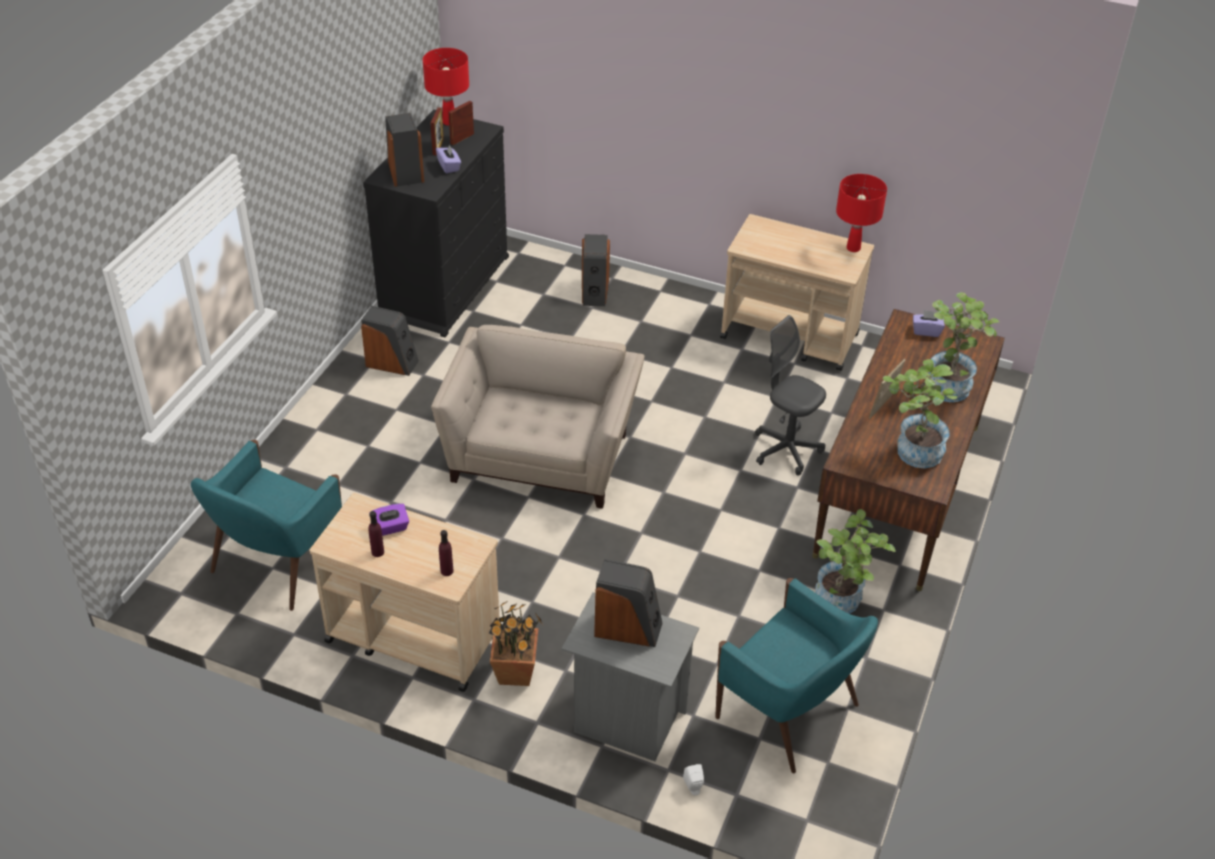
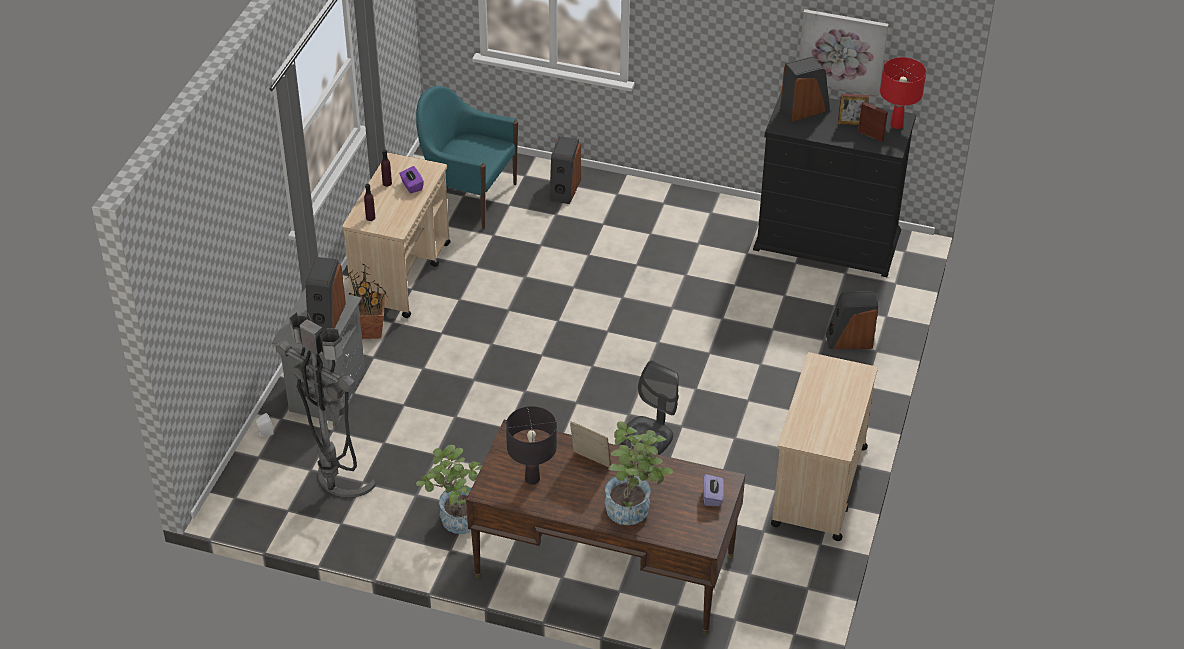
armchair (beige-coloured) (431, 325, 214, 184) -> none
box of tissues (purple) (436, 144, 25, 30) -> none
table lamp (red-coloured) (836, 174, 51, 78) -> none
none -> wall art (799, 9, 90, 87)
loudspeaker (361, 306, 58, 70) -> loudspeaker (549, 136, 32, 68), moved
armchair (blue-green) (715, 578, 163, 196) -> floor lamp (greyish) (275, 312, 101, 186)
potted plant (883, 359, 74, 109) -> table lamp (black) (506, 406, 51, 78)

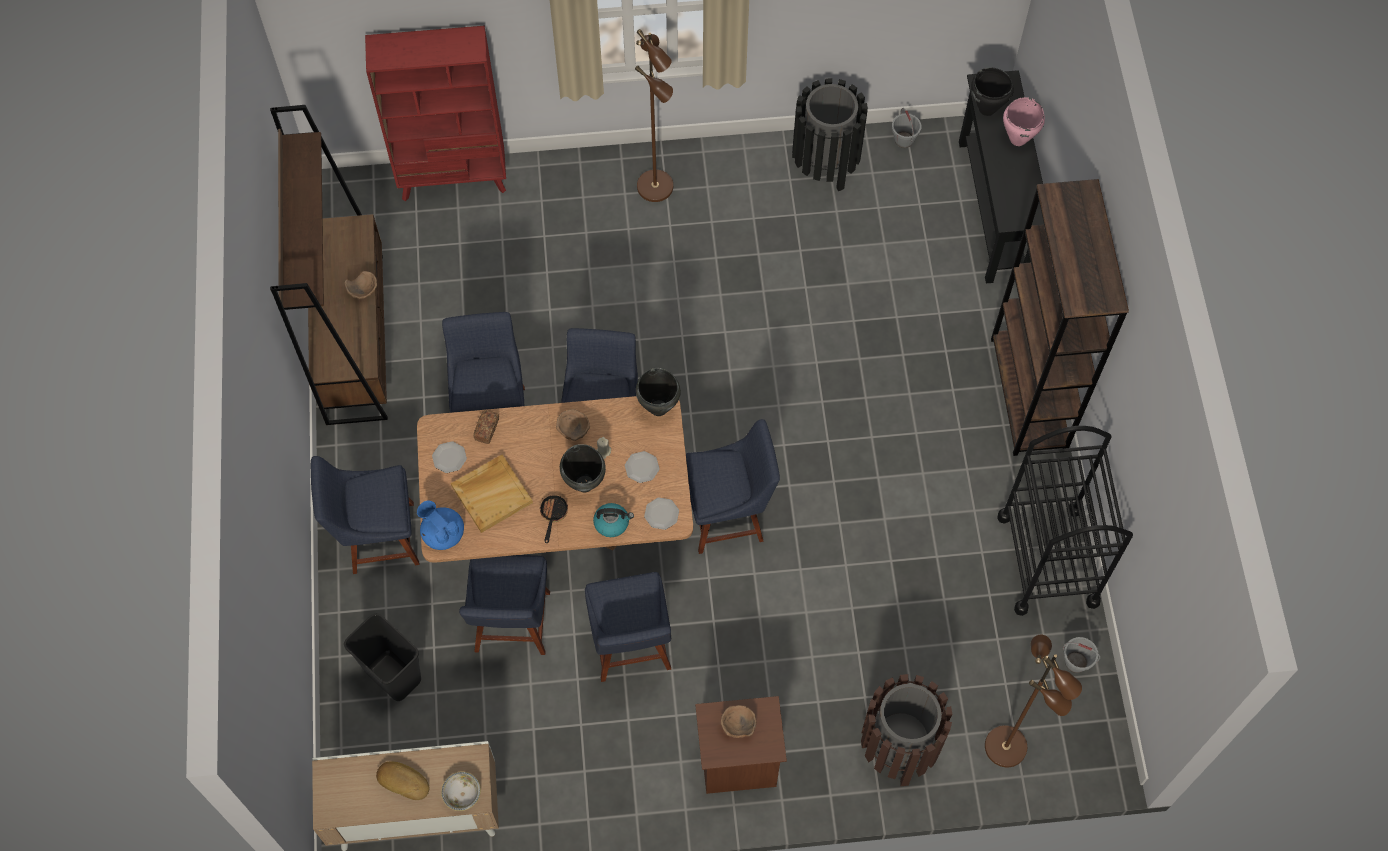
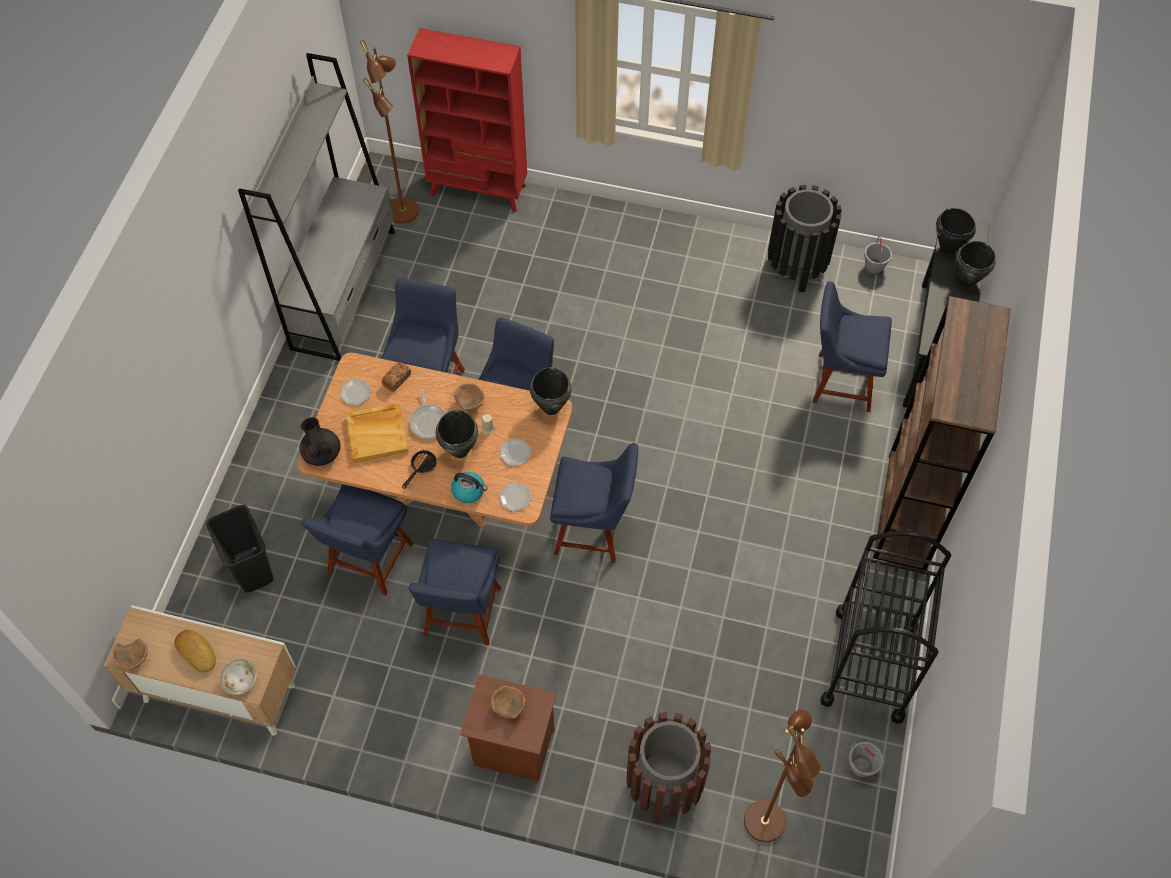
none -> pan (410, 388, 36, 51)
plain chair (blue) (311, 456, 109, 118) -> plain chair (blue) (812, 281, 80, 131), moved
deep dish (brown) (344, 271, 33, 28) -> deep dish (brown) (113, 639, 35, 31), moved
floor lamp (brown) (635, 29, 38, 173) -> floor lamp (brown) (360, 40, 59, 184), moved
shelving unit (brown) (270, 105, 118, 320) -> shelving unit (greyish) (238, 53, 157, 308)
tea pot (blue) (417, 500, 47, 50) -> tea pot (black) (300, 417, 41, 49)
cooking pot (pink) (1003, 97, 42, 49) -> cooking pot (black) (955, 241, 41, 46)

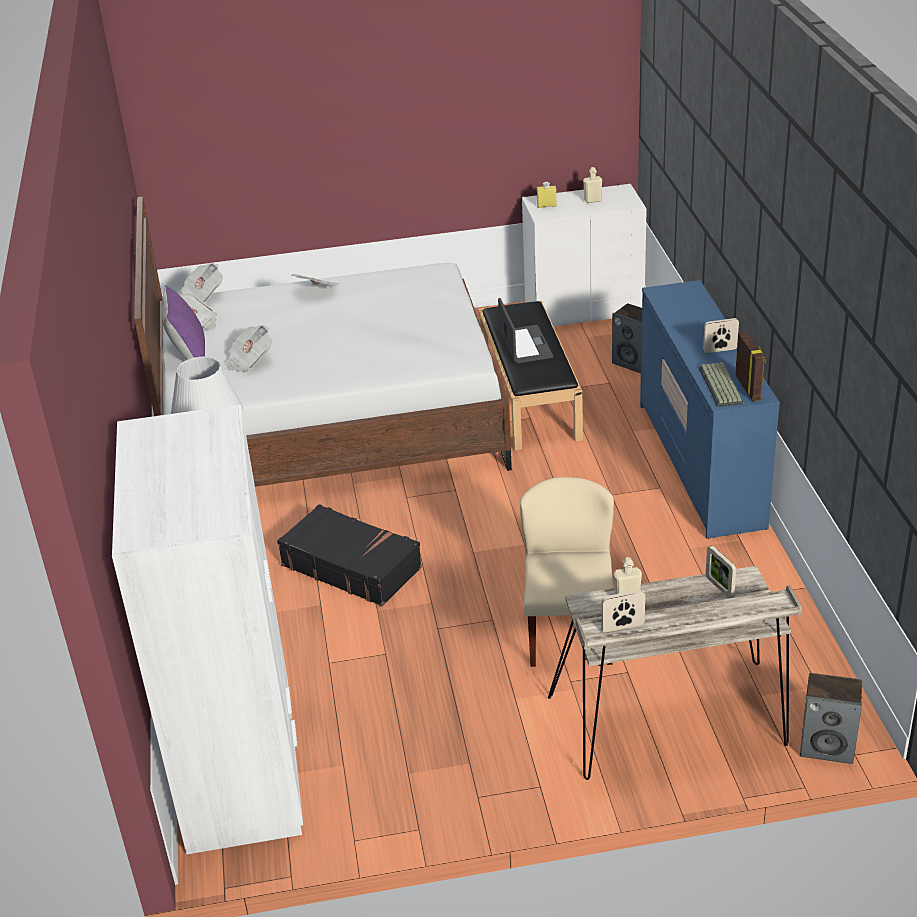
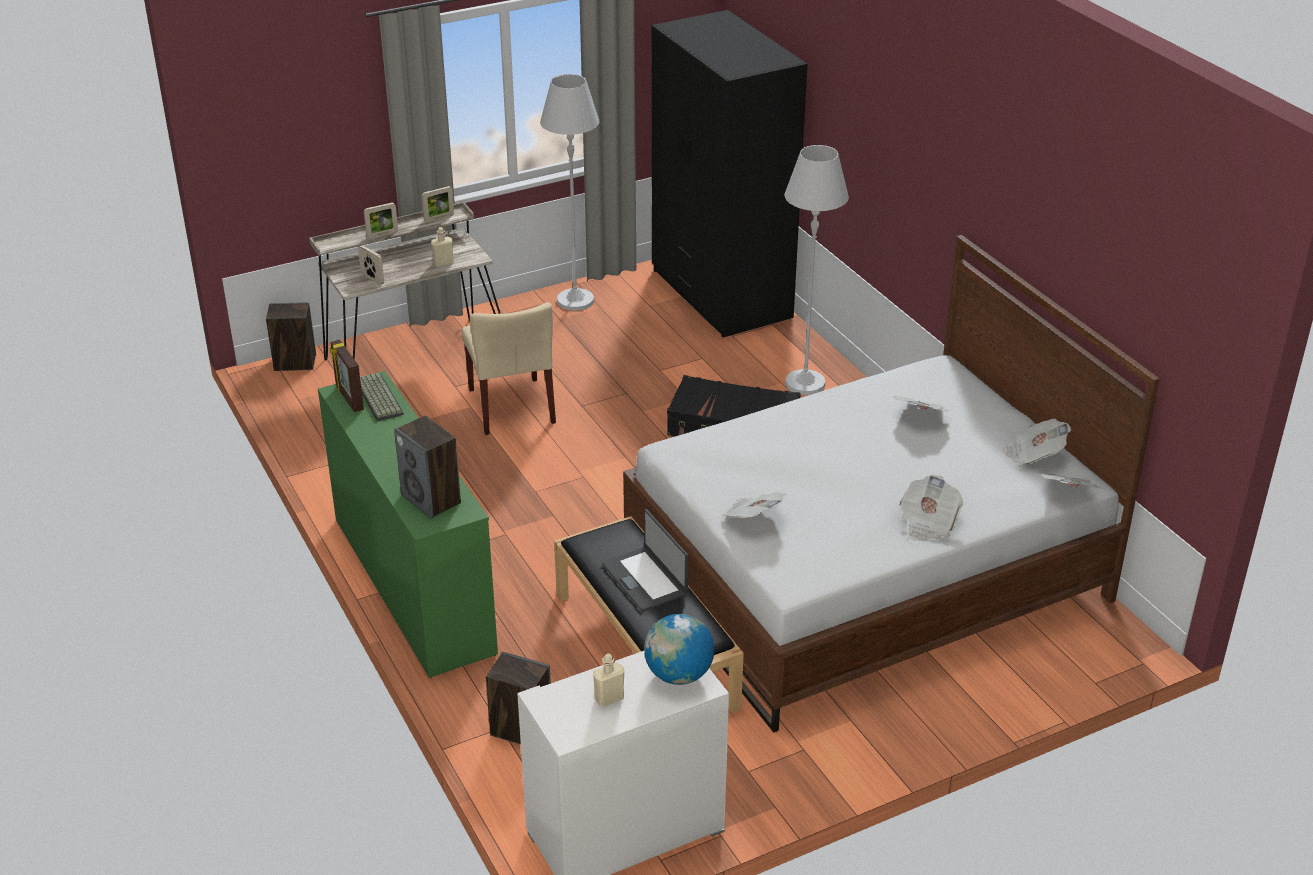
throw pillow (purple) (162, 285, 43, 75) -> none
none -> loudspeaker (394, 416, 67, 102)
none -> floor lamp (whitish) (540, 74, 59, 237)
none -> newspaper (723, 492, 64, 26)
photo frame (703, 318, 36, 35) -> photo frame (364, 202, 34, 37), moved
beverage bottle (yellow) (537, 182, 20, 26) -> globe (644, 614, 70, 71)
wardrobe (whitish) (112, 405, 191, 450) -> wardrobe (black) (652, 10, 155, 328)
dresser (blue) (640, 280, 140, 259) -> dresser (green-coloured) (318, 371, 180, 307)

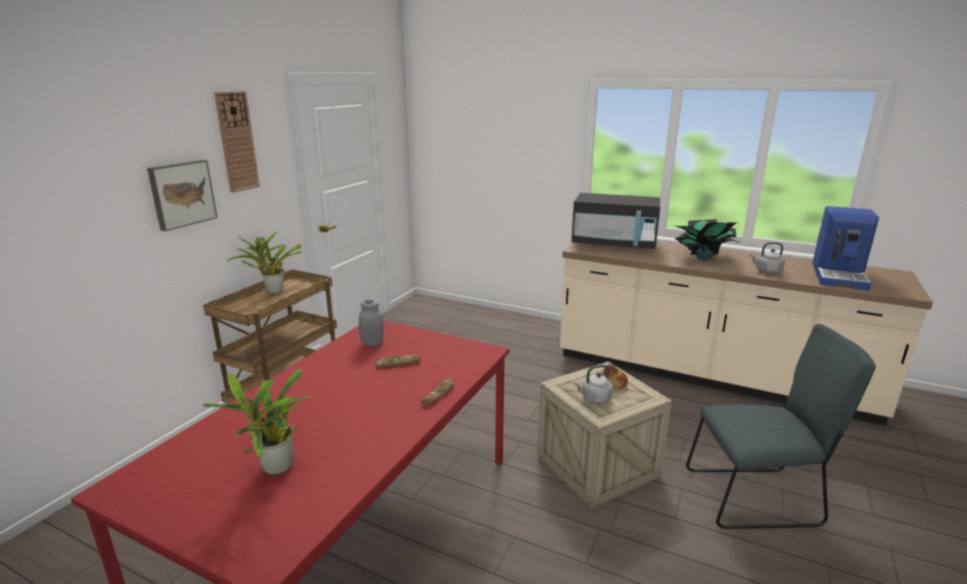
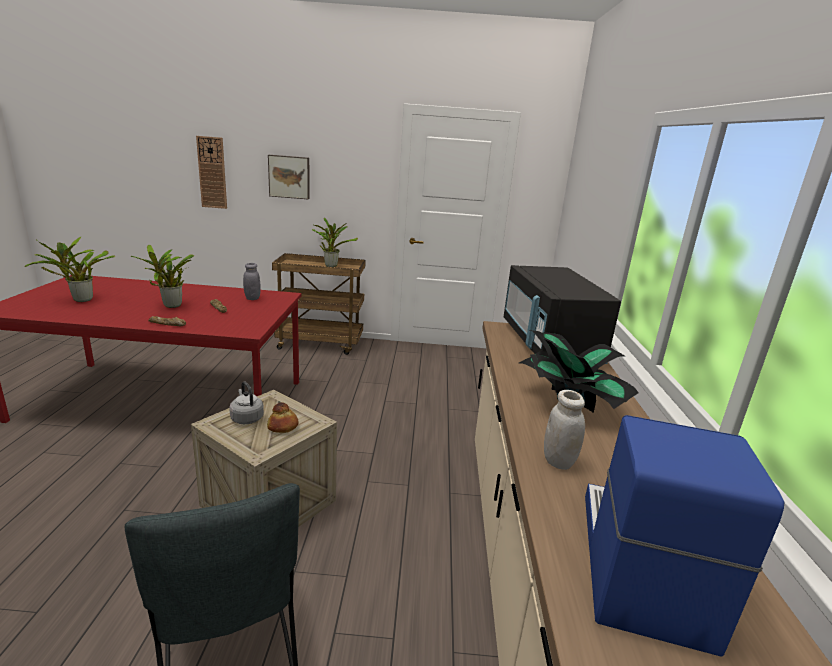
none -> potted plant (131, 245, 63, 63)
clock on the wall (214, 91, 46, 102) -> clock on the wall (196, 136, 31, 73), moved
kettle (greyish) (750, 242, 35, 32) -> storage jar (whitish) (544, 390, 41, 80)
coffee maker (812, 206, 67, 85) -> coffee maker (585, 415, 200, 242), 105 degrees clockwise

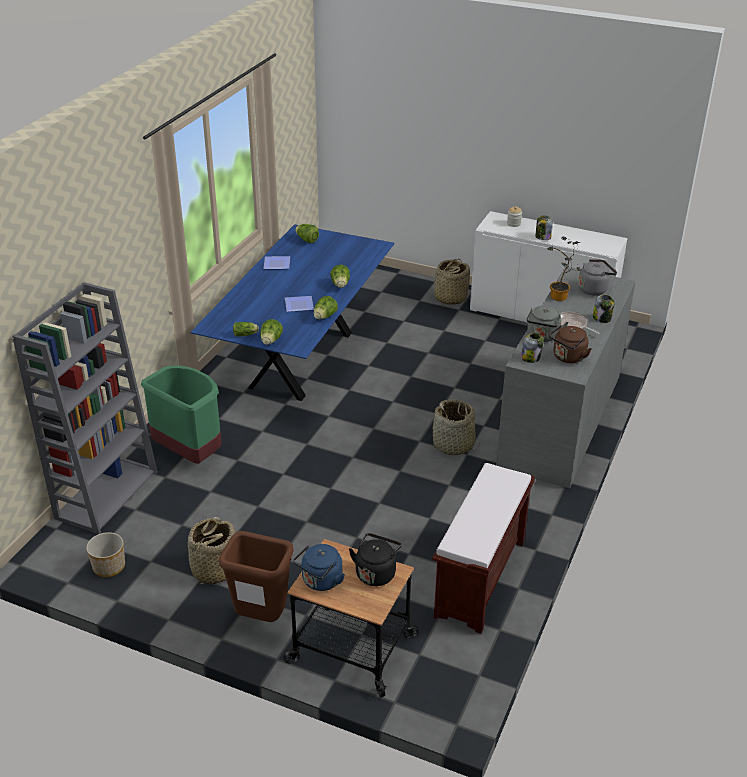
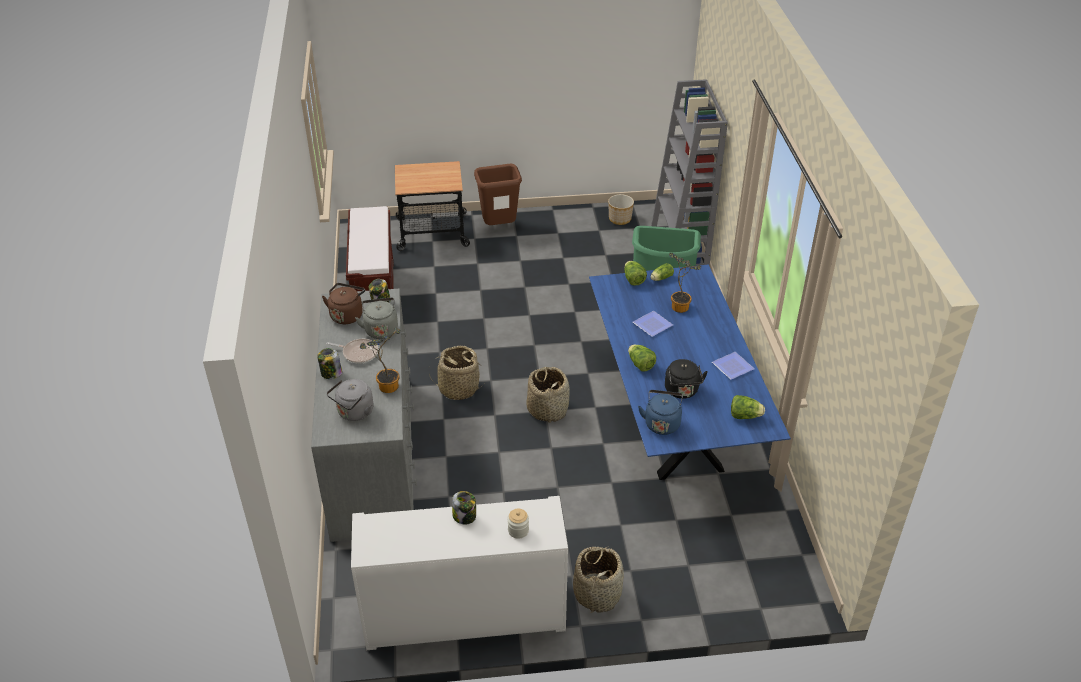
head of lettuce (313, 296, 25, 24) -> none
none -> potted plant (669, 253, 32, 60)
household basket (188, 517, 47, 67) -> household basket (527, 367, 43, 56), moved
kettle (blue) (293, 544, 52, 47) -> kettle (blue) (638, 390, 45, 45), moved
kettle (black) (349, 533, 53, 53) -> kettle (black) (665, 359, 43, 40), moved

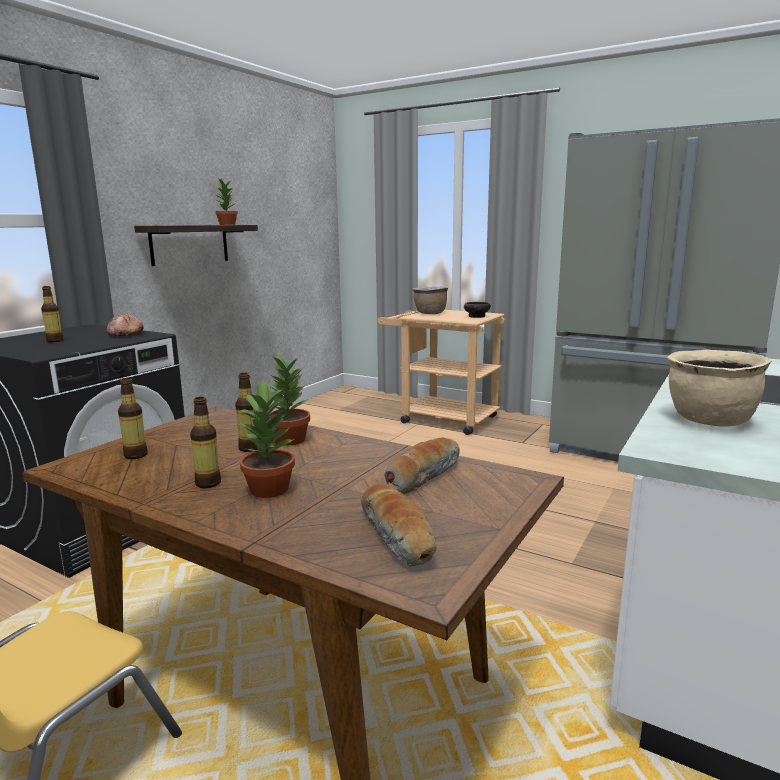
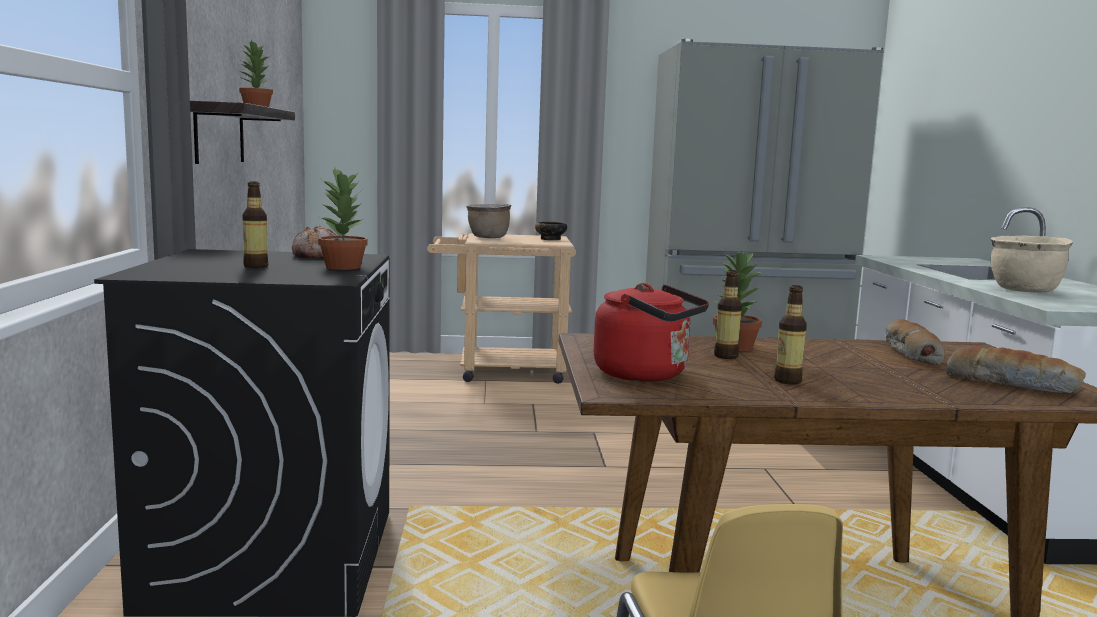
potted plant (237, 380, 58, 118) -> potted plant (318, 167, 50, 103), moved
beverage bottle (118, 378, 30, 81) -> kettle (red-coloured) (593, 283, 116, 99)

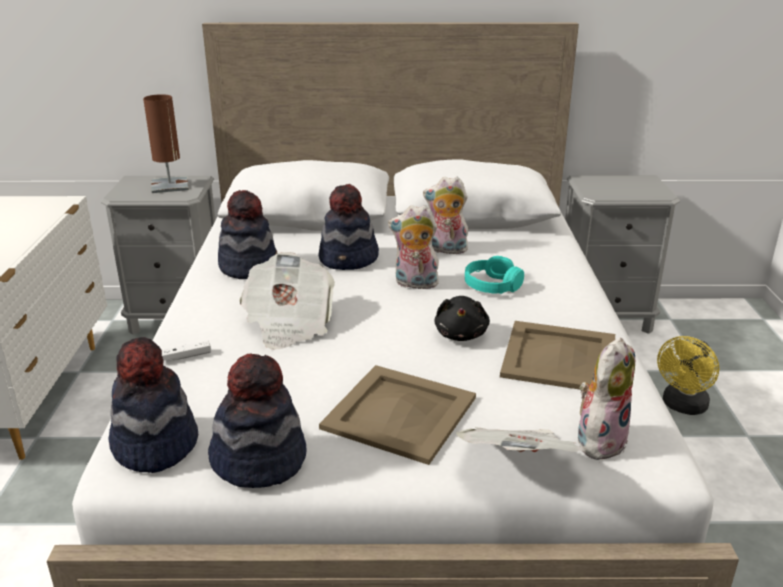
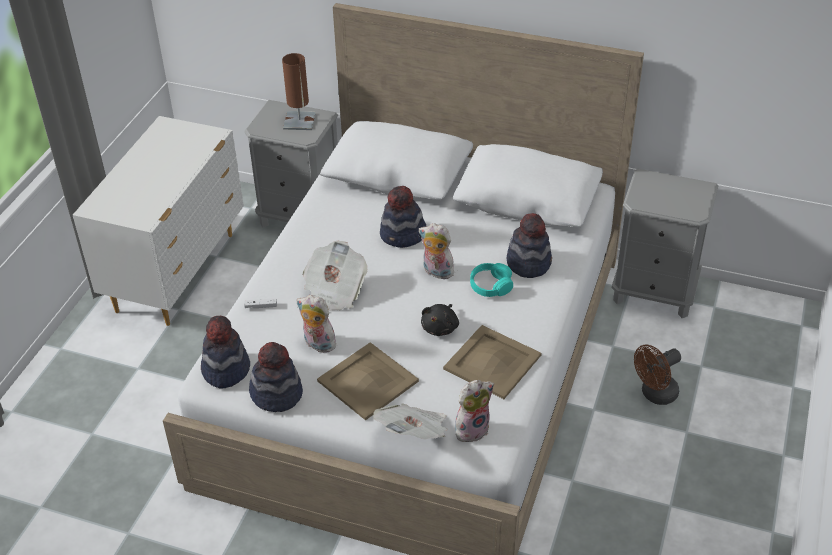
wearable hat (218, 190, 60, 89) -> wearable hat (507, 213, 45, 65), moved
soft toy (423, 176, 45, 78) -> soft toy (297, 295, 43, 58), moved
electric fan (yellow) (657, 336, 62, 79) -> electric fan (brown) (634, 345, 47, 60)

